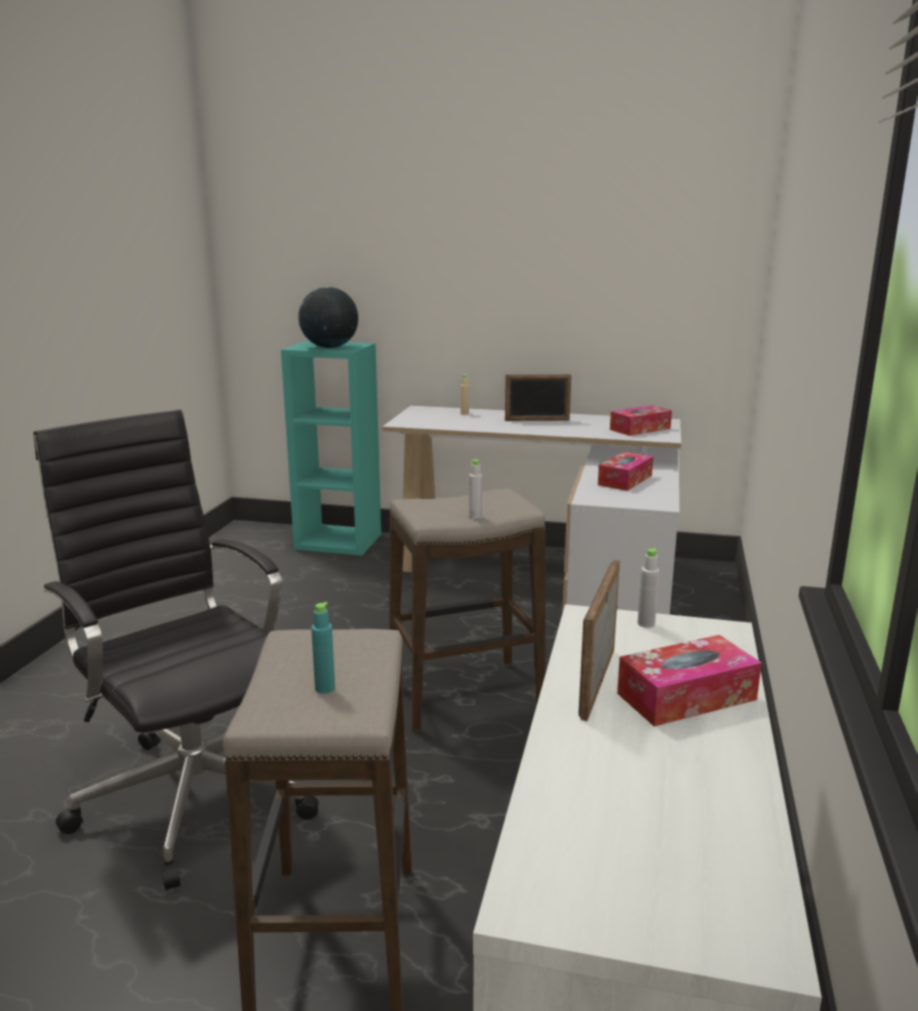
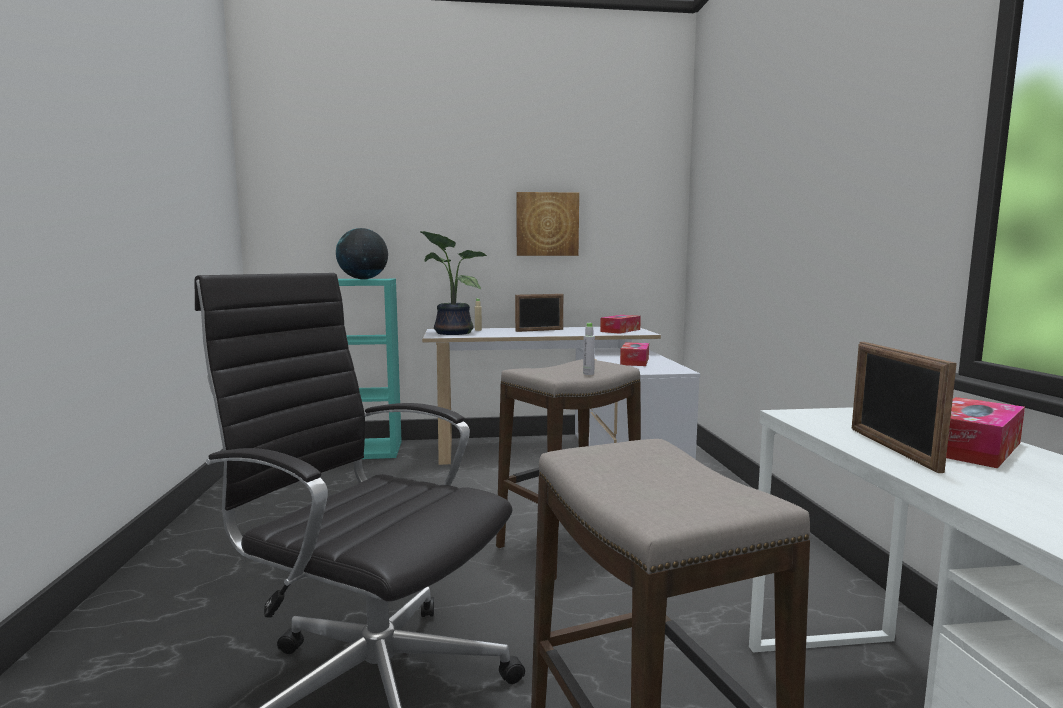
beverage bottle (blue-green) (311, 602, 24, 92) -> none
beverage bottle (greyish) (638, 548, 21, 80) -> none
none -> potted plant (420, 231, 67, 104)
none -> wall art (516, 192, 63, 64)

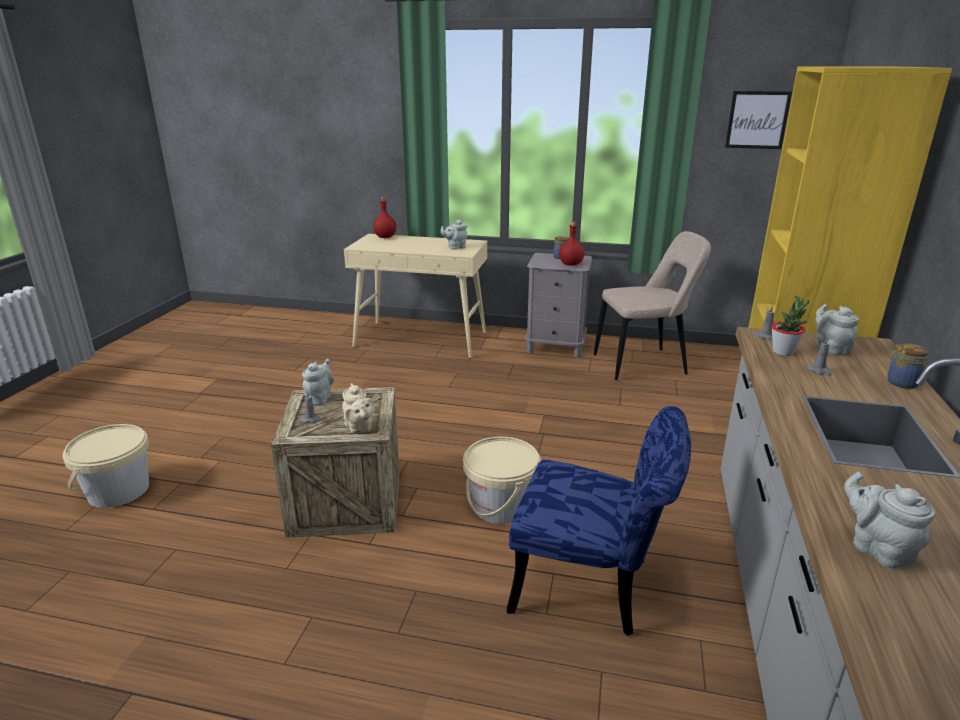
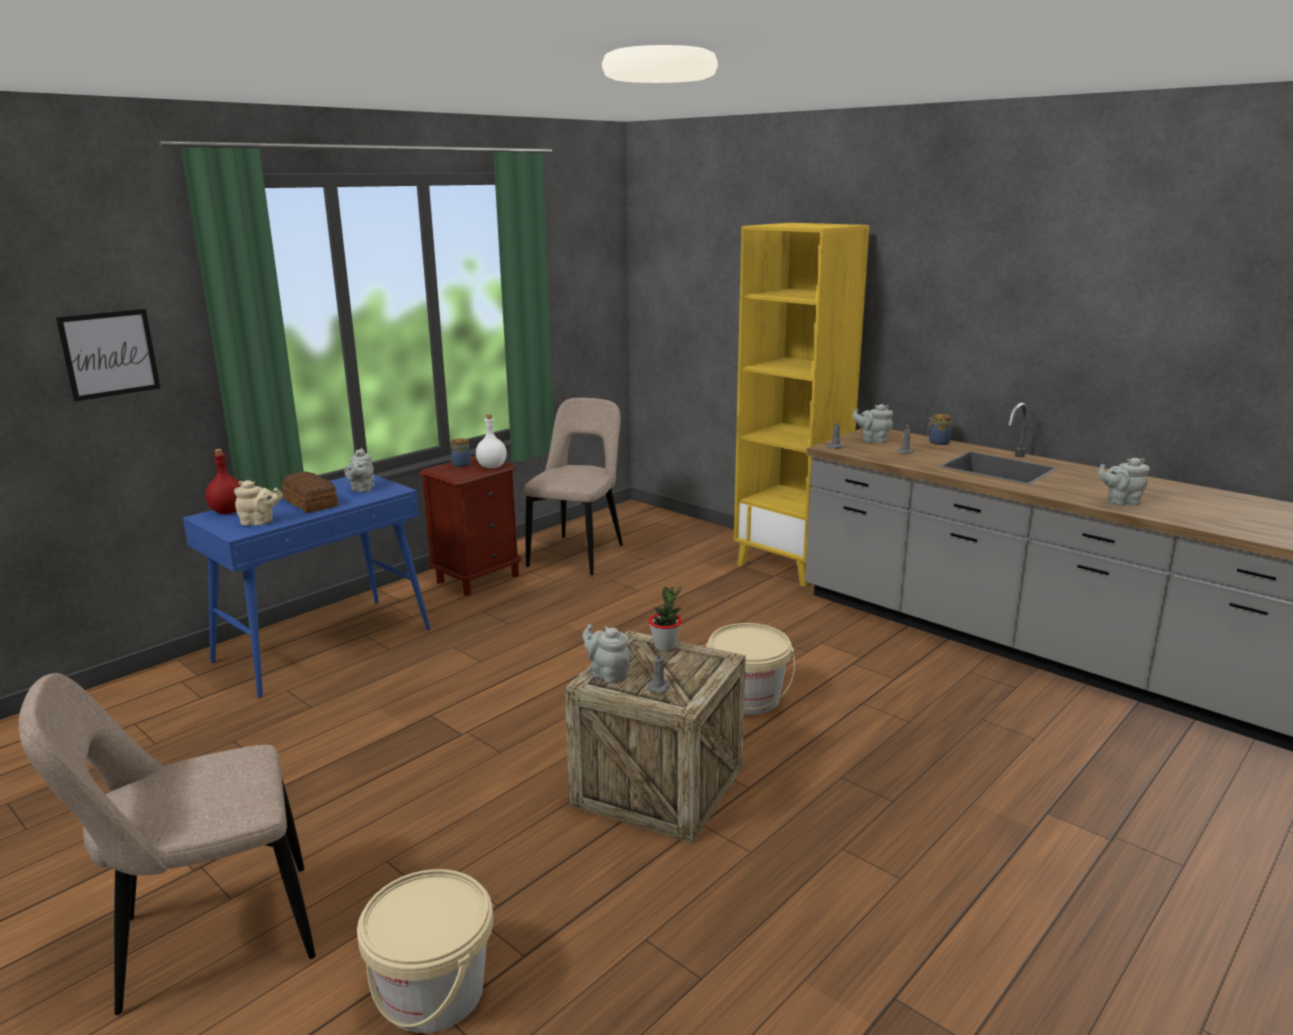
plain chair (blue) (507, 406, 184, 230) -> none
none -> plain chair (beige-coloured) (19, 673, 297, 342)
none -> baked bread (282, 471, 56, 41)
tea pot (beige-coloured) (342, 383, 33, 50) -> tea pot (beige-coloured) (234, 480, 49, 46), moved
wall art (725, 91, 67, 58) -> wall art (56, 309, 104, 92), moved
potted plant (772, 296, 37, 60) -> potted plant (649, 587, 33, 64), moved
console table (beige-coloured) (344, 234, 143, 125) -> console table (blue) (183, 475, 247, 223)
night table (greyish) (525, 253, 67, 105) -> night table (brown) (420, 456, 102, 140)
beverage bottle (red-coloured) (559, 222, 25, 44) -> beverage bottle (whitish) (476, 414, 31, 54)

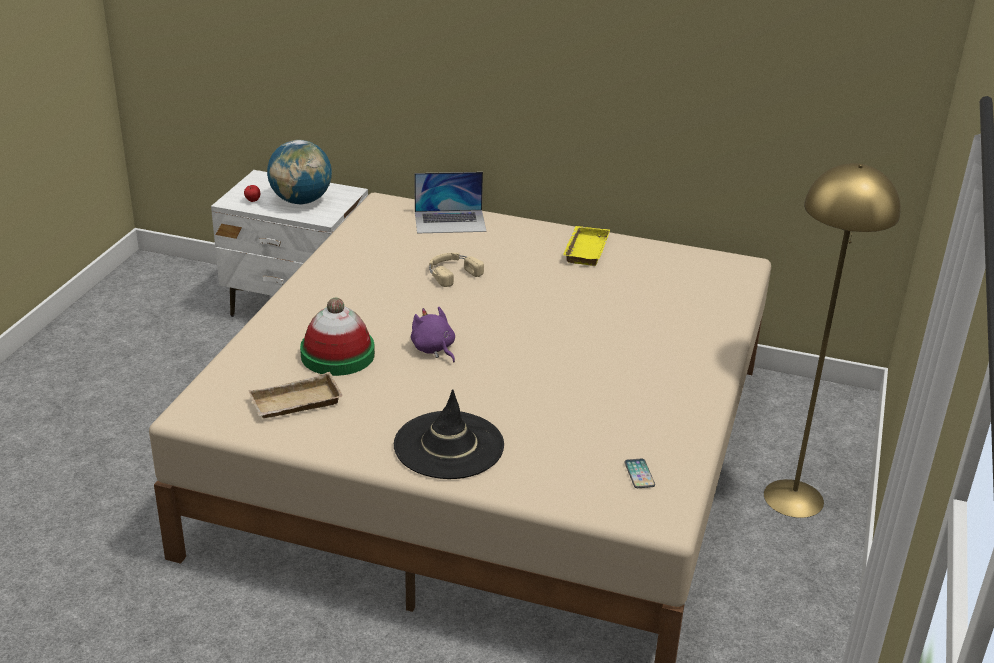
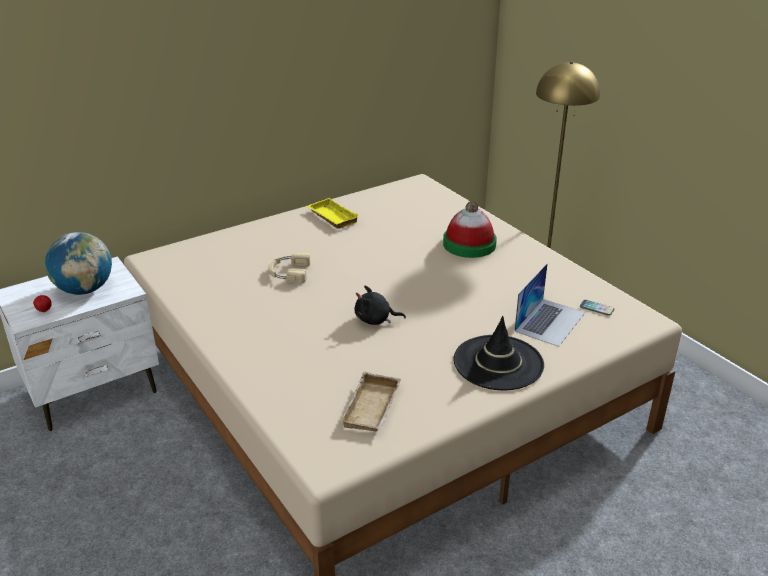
wearable hat (300, 298, 75, 78) -> wearable hat (443, 201, 54, 57), moved
portable computer (414, 172, 72, 62) -> portable computer (514, 263, 71, 84), moved
soft toy (purple) (411, 307, 44, 55) -> soft toy (black) (355, 286, 51, 39)

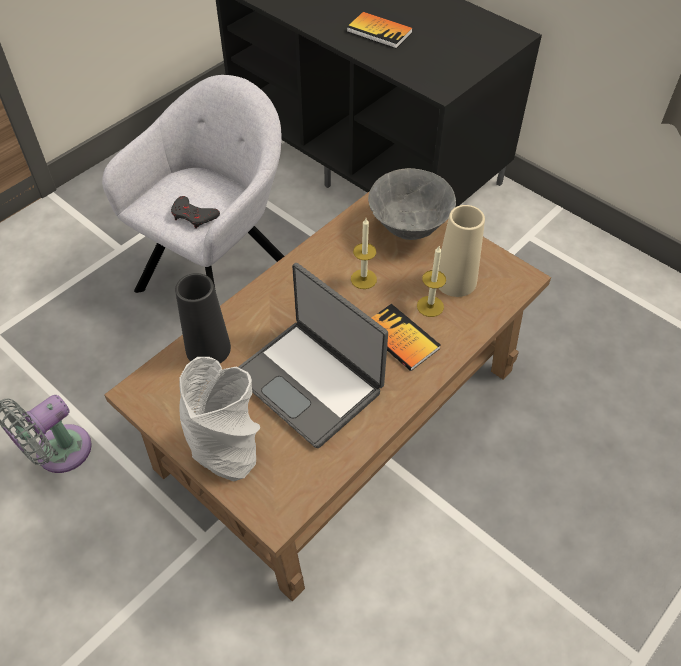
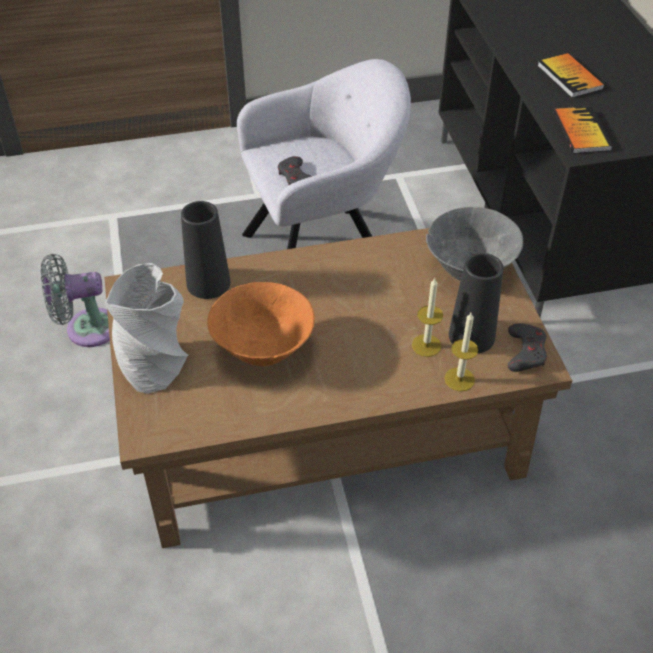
none -> gamepad (greyish) (508, 323, 39, 49)
candle (351, 218, 26, 71) -> candle (444, 313, 34, 78), moved
bound book (372, 304, 68, 67) -> bound book (553, 106, 60, 48), moved
portable computer (238, 263, 150, 185) -> deep dish (orange-coloured) (207, 282, 108, 84)
vase (beige-coloured) (438, 205, 47, 92) -> vase (black) (449, 253, 54, 101)

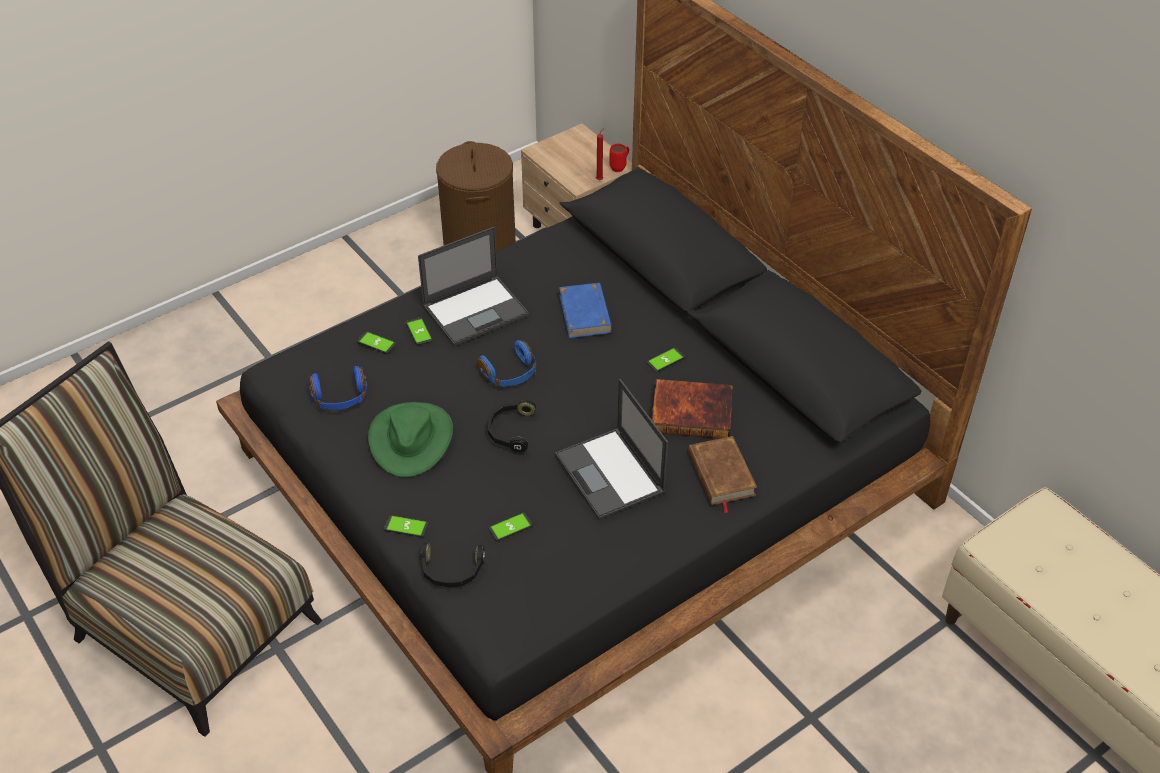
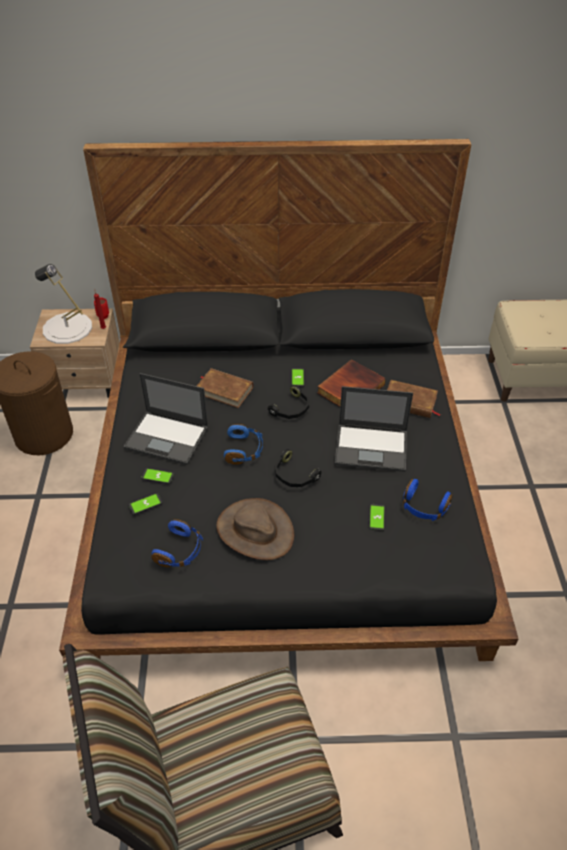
phone (384, 515, 45, 22) -> none
none -> table lamp (whitish) (35, 264, 57, 80)
none -> headset (blue) (403, 479, 50, 42)
headset (black) (420, 542, 65, 45) -> headset (black) (268, 385, 41, 34), moved
wearable hat (green-coloured) (368, 402, 85, 76) -> wearable hat (brown) (216, 498, 78, 62)
bound book (blue) (559, 283, 53, 55) -> bound book (brown) (197, 368, 56, 40)
portable computer (418, 227, 111, 119) -> portable computer (123, 373, 86, 92), 105 degrees clockwise

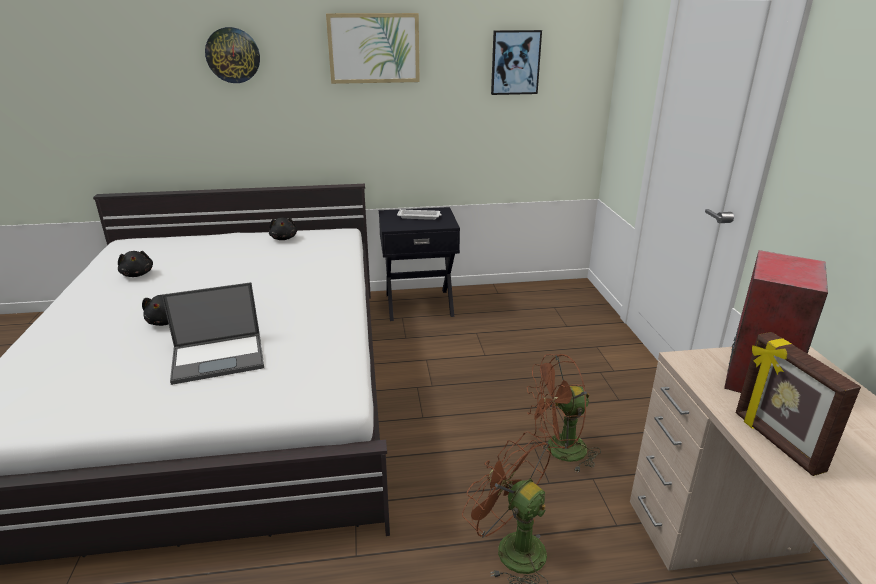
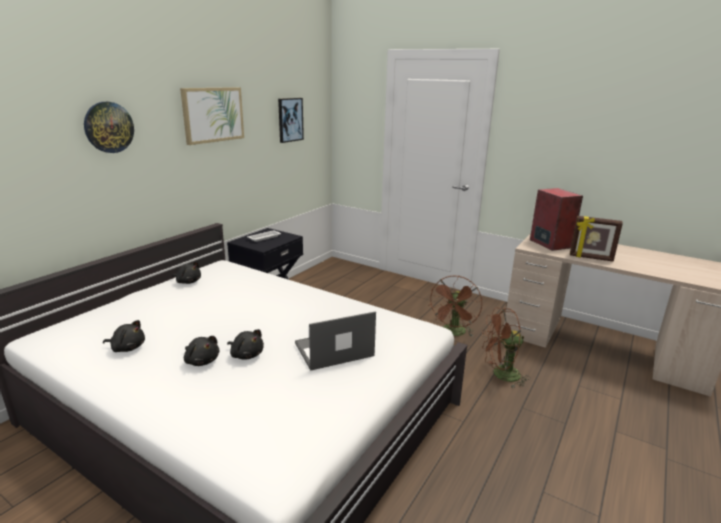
none -> soft toy (black) (184, 336, 35, 30)
portable computer (162, 282, 102, 103) -> portable computer (295, 311, 81, 60), 135 degrees counterclockwise

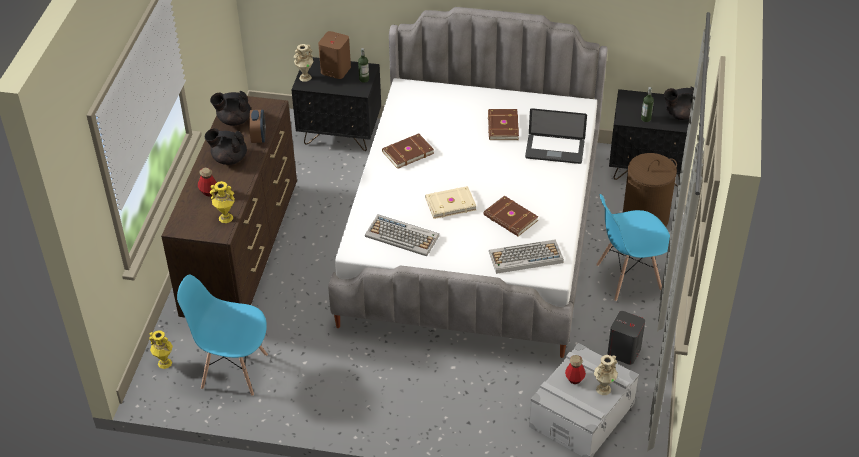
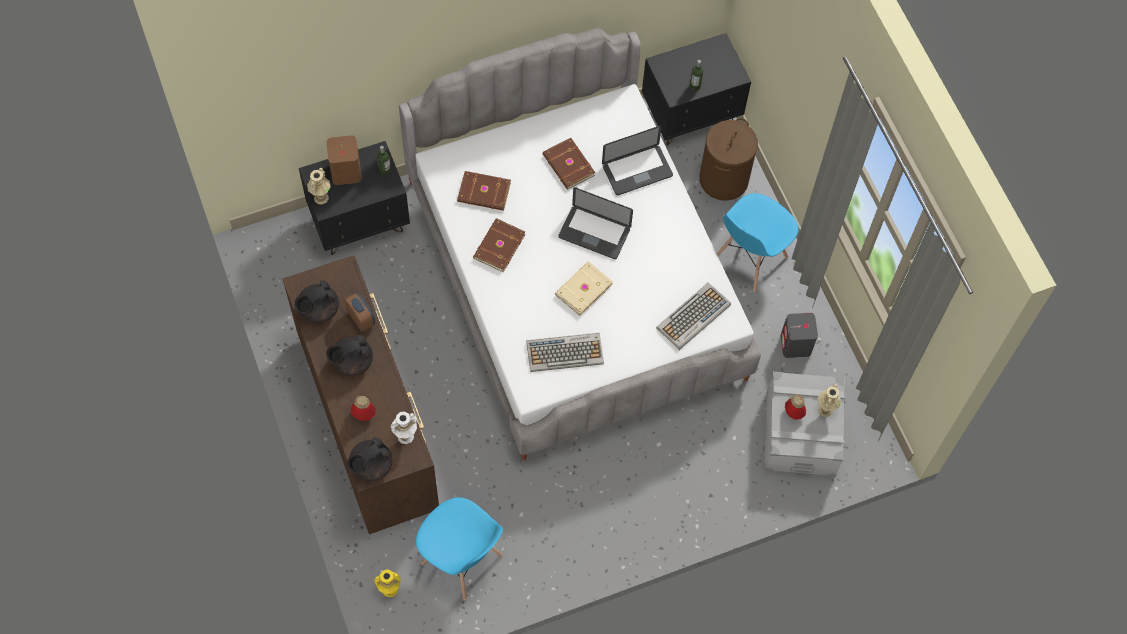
none -> portable computer (558, 187, 75, 72)
bound book (brown) (484, 196, 54, 40) -> bound book (brown) (457, 171, 54, 40), moved
tea pot (black) (664, 87, 30, 33) -> tea pot (black) (347, 438, 45, 43), moved
vase (yellow) (210, 181, 25, 42) -> vase (whitish) (391, 412, 26, 32)
plain chair (blue) (177, 275, 91, 121) -> plain chair (blue) (416, 497, 87, 103), 120 degrees counterclockwise

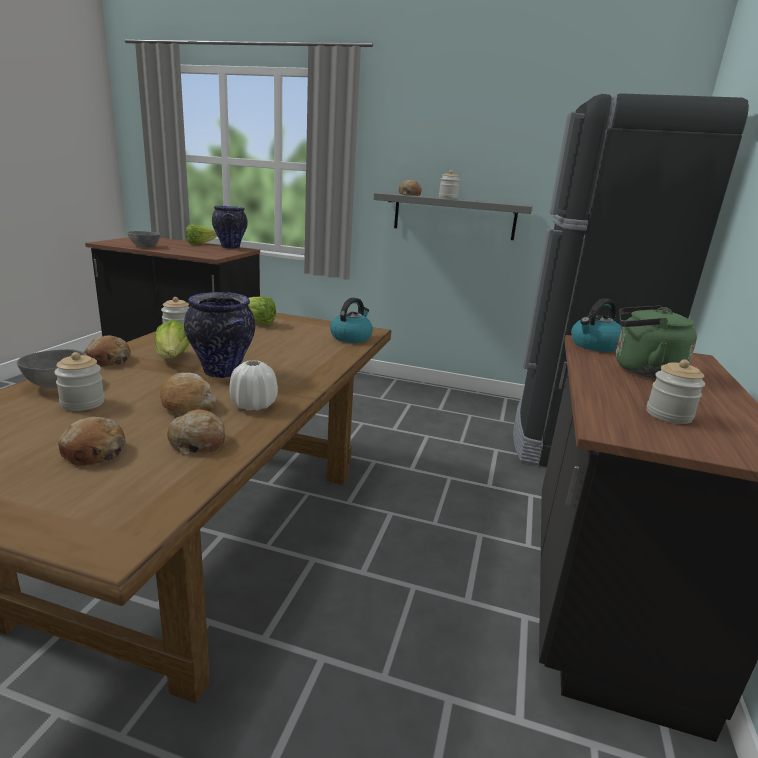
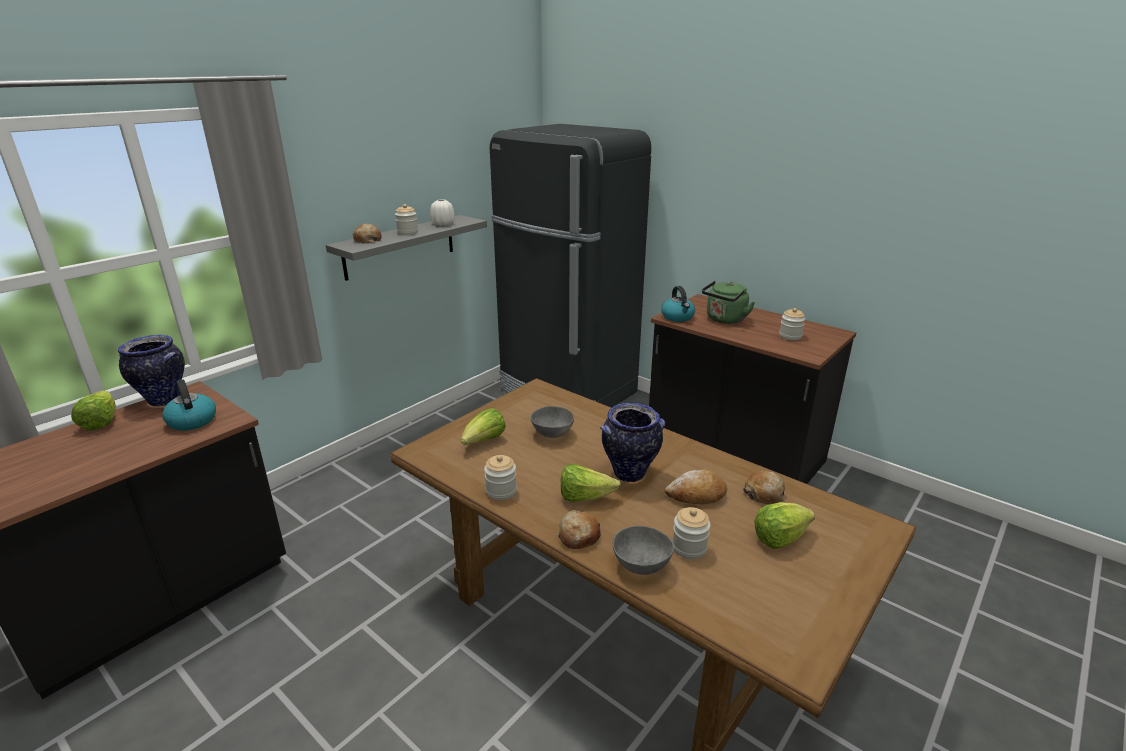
deep dish (greyish) (127, 231, 33, 16) -> deep dish (greyish) (530, 406, 44, 32), moved
vase (whitish) (229, 360, 49, 51) -> vase (whitish) (430, 199, 25, 26), moved
kettle (330, 297, 43, 46) -> kettle (162, 379, 54, 52), moved
baked bread (58, 417, 68, 49) -> head of lettuce (754, 502, 61, 47)

